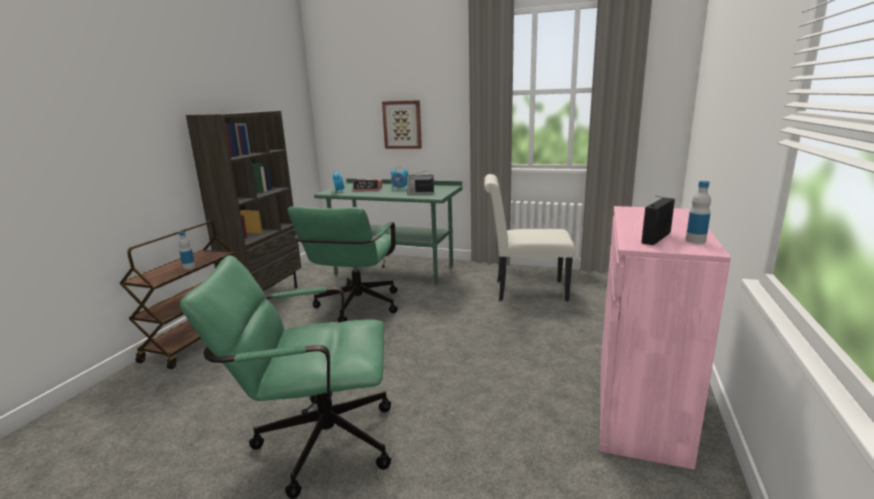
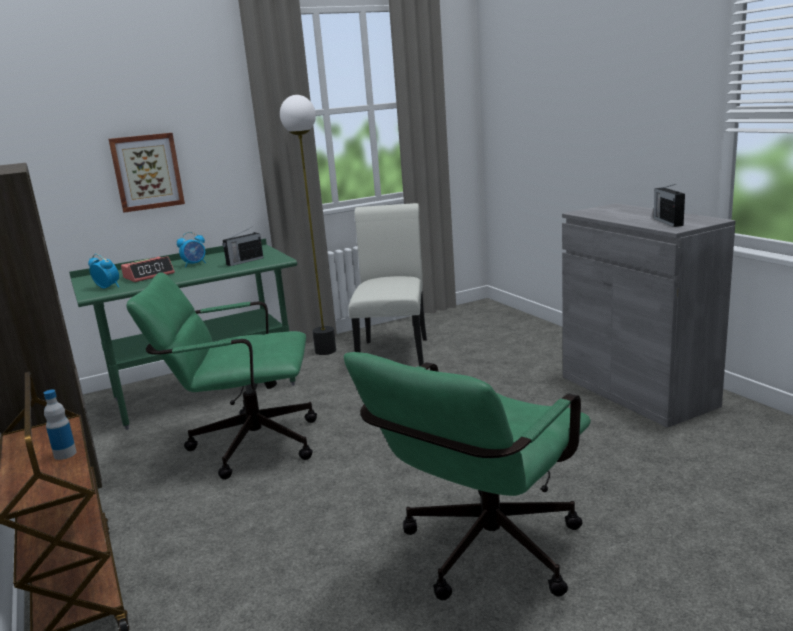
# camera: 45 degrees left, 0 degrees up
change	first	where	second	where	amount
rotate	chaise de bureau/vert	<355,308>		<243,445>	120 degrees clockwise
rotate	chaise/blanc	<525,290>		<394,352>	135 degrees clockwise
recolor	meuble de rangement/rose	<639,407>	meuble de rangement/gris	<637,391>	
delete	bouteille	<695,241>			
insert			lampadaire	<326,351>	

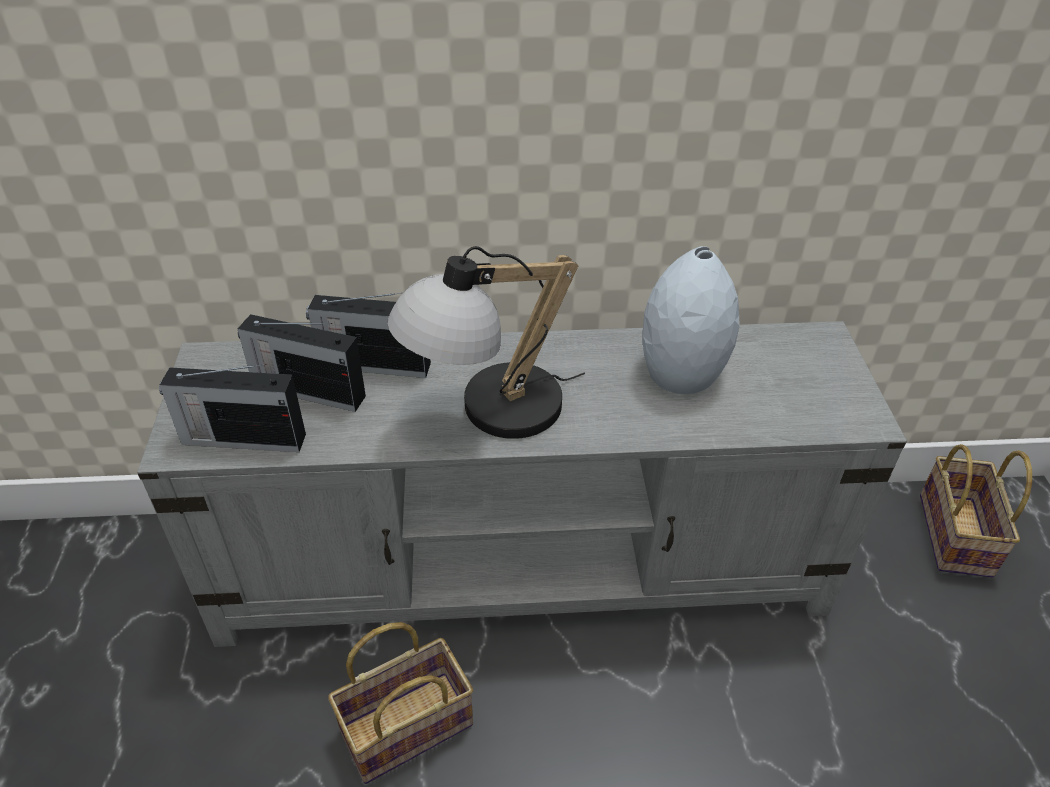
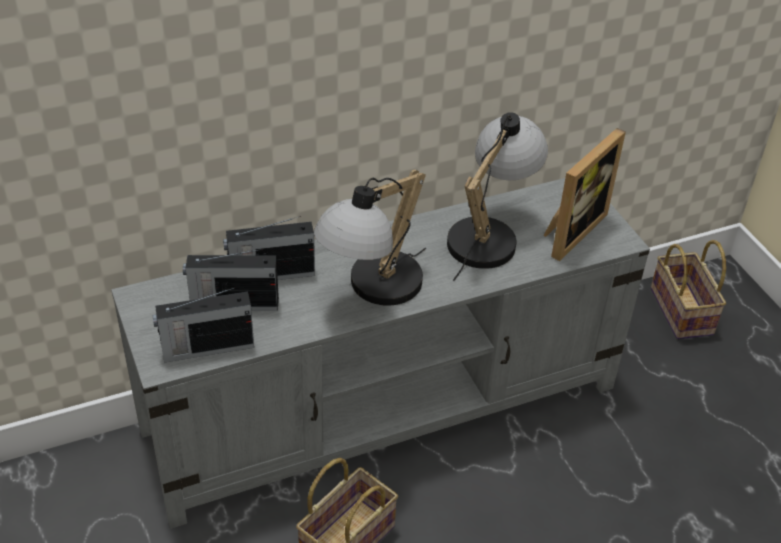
# camera: 20 degrees left, 0 degrees up
change	first	where	second	where	amount
replace	vase/gris	<679,373>	lampe de table	<489,234>	
insert			cadre photo	<570,230>	

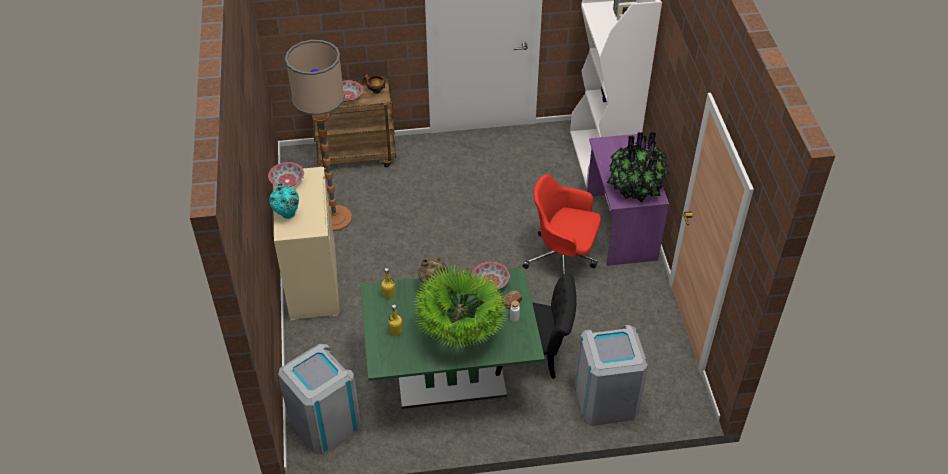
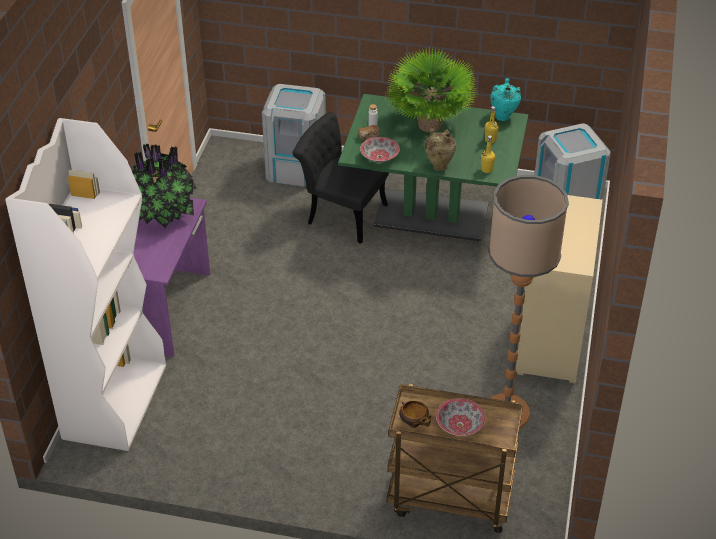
# camera: 160 degrees left, 5 degrees down
change	first	where	second	where	amount
delete	bol	<287,181>			
move	vase/turquoise	<287,215>		<503,116>	
delete	chaise de bureau/rouge	<563,259>			

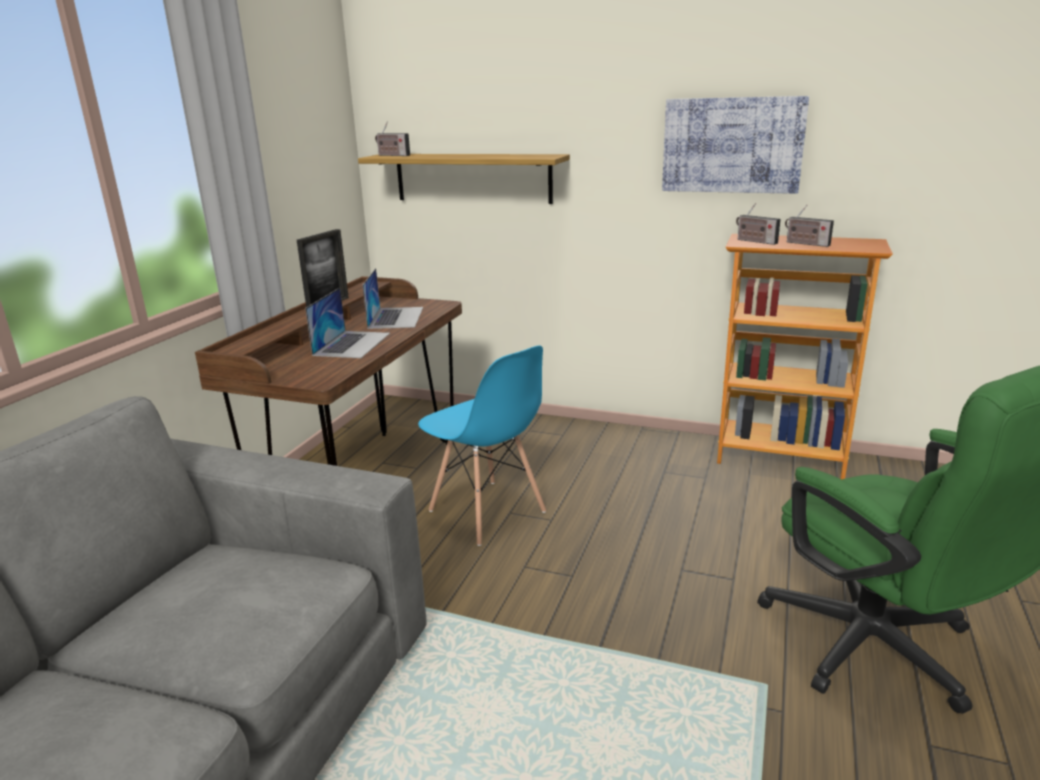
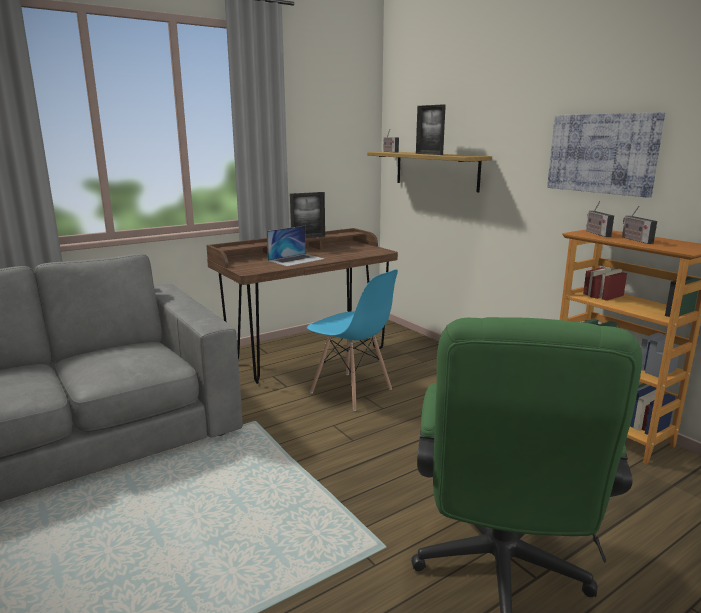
# camera: 35 degrees right, 5 degrees down
change	first	where	second	where	amount
delete	ordinateur portable	<396,317>			
rotate	chaise/bleu	<487,512>		<351,391>	45 degrees counterclockwise
insert			cadre photo	<429,154>	

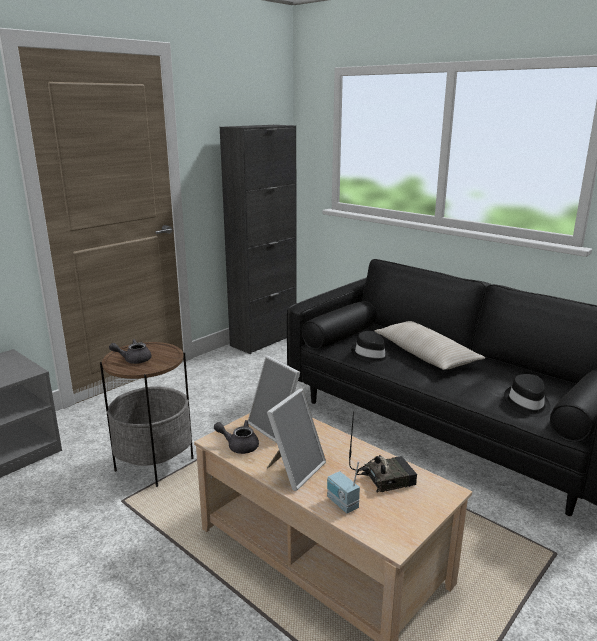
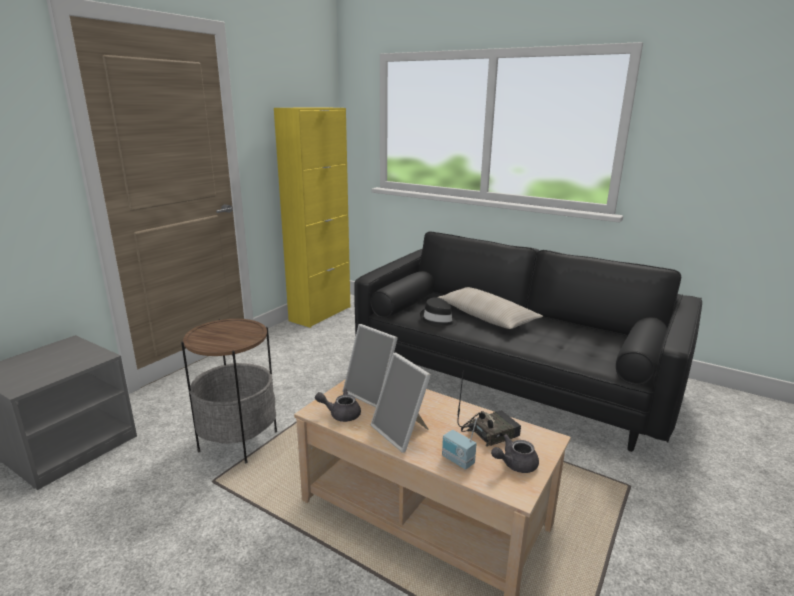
# camera: 10 degrees left, 0 degrees up
change	first	where	second	where	amount
move	théière/gris	<133,360>		<514,464>	
recolor	meuble de rangement/noir	<264,340>	meuble de rangement/jaune	<320,314>	
rotate	cadre photo	<294,470>		<402,432>	120 degrees clockwise
delete	chapeau/noir	<526,404>			

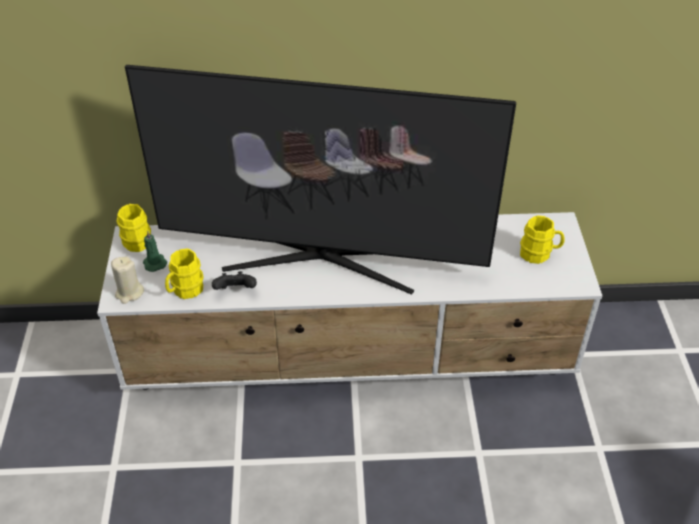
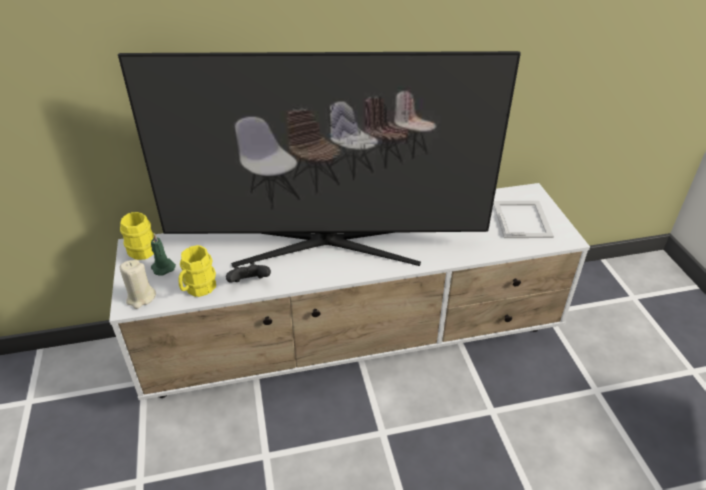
# camera: 10 degrees left, 5 degrees down
change	first	where	second	where	amount
replace	mug/jaune	<539,254>	cadre photo	<522,218>	

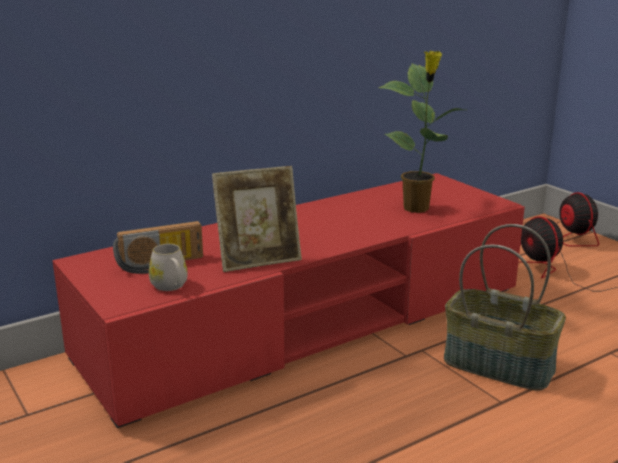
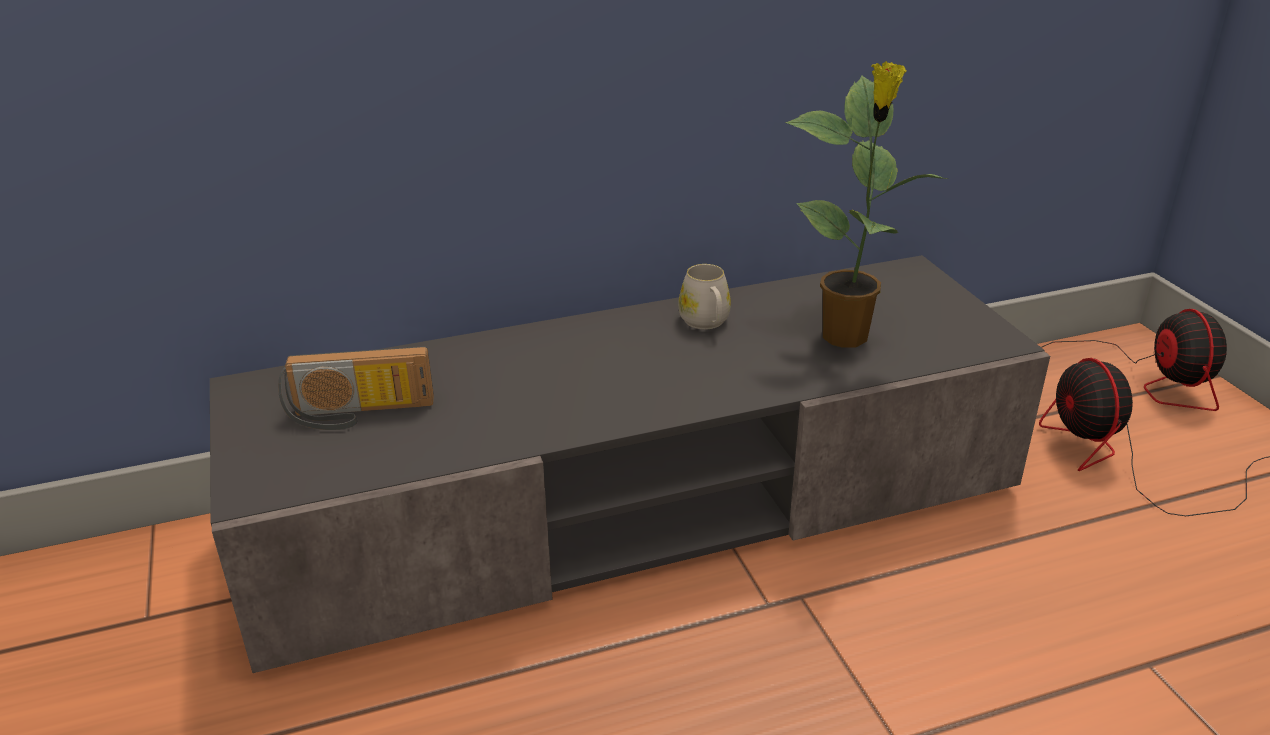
# camera: 15 degrees right, 10 degrees up
change	first	where	second	where	amount
recolor	meuble télé/rouge	<309,322>	meuble télé/gris	<636,505>	
move	mug/blanc	<171,286>		<706,323>	
delete	cadre photo	<259,260>			
delete	panier	<500,365>			

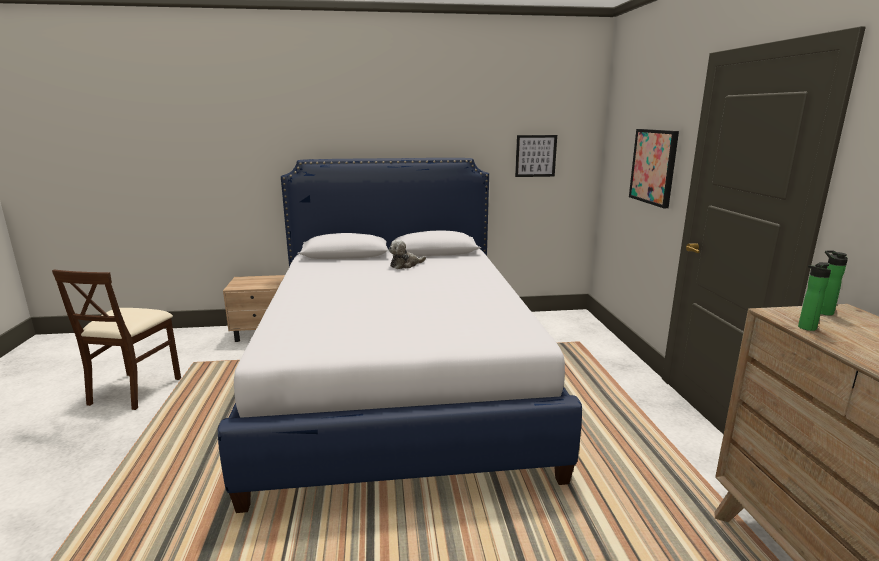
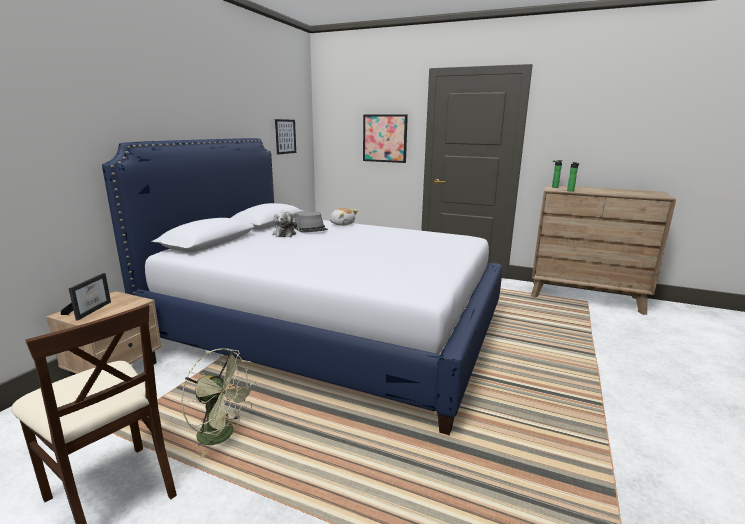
# camera: 60 degrees left, 0 degrees up
change	first	where	second	where	amount
insert			cadre photo	<90,310>	
insert			ventilateur/vert	<223,435>	
insert			chapeau/gris	<310,229>	
insert			peluche	<342,224>	

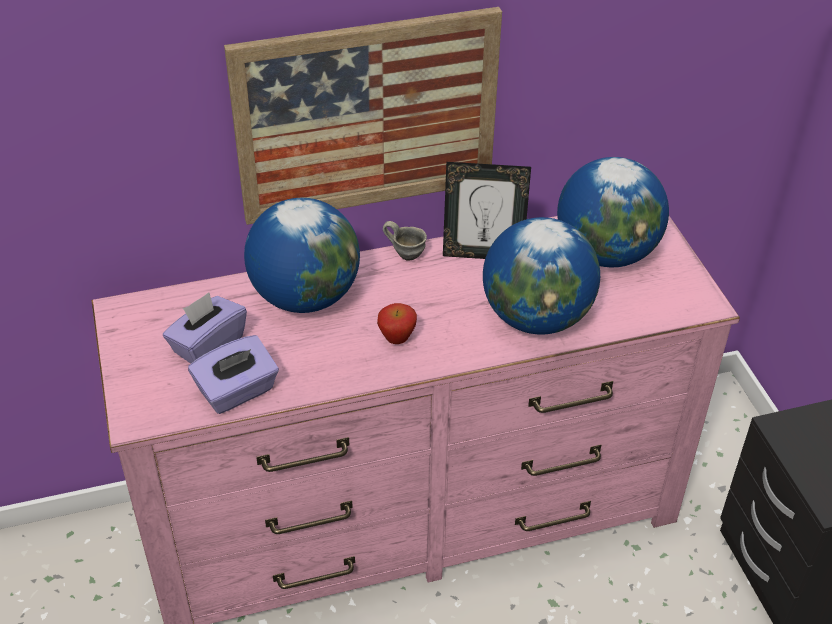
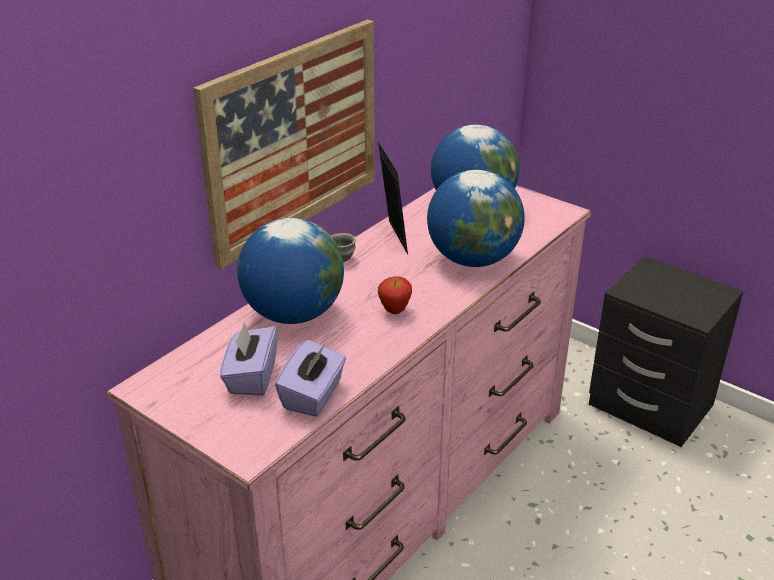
# camera: 35 degrees left, 10 degrees down
change	first	where	second	where	amount
rotate	cadre photo	<482,254>		<392,238>	75 degrees counterclockwise

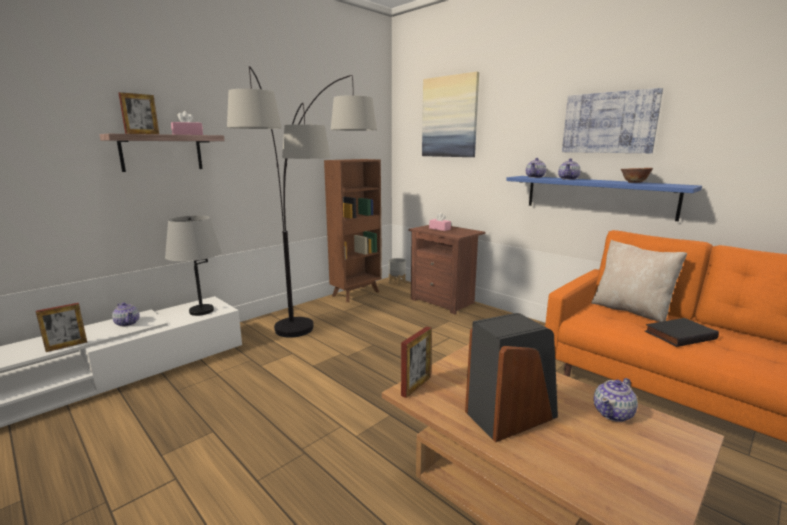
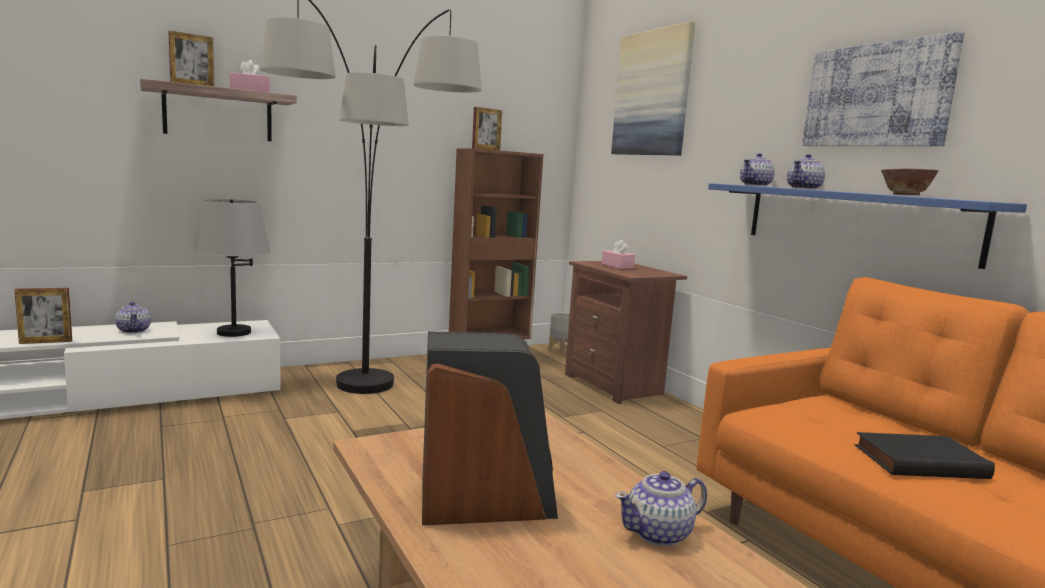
# camera: 15 degrees right, 5 degrees down
change	first	where	second	where	amount
move	cadre photo	<416,386>		<486,149>	
delete	coussin/beige	<631,311>			

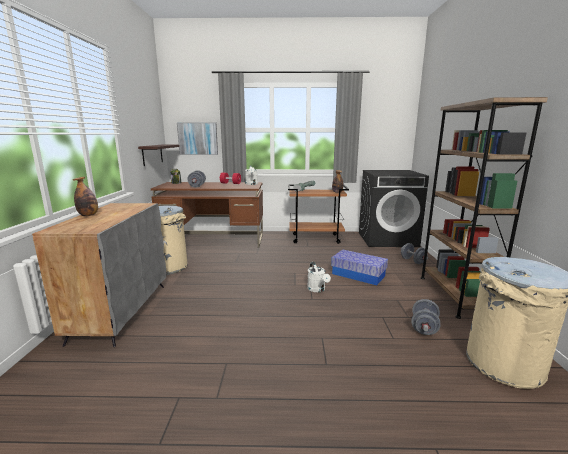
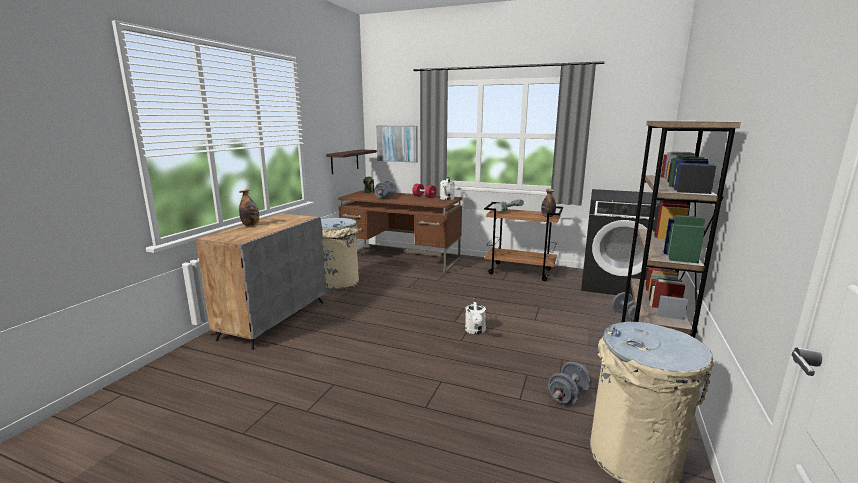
# camera: 20 degrees right, 0 degrees up
change	first	where	second	where	amount
delete	boîte de rangement	<358,275>			

